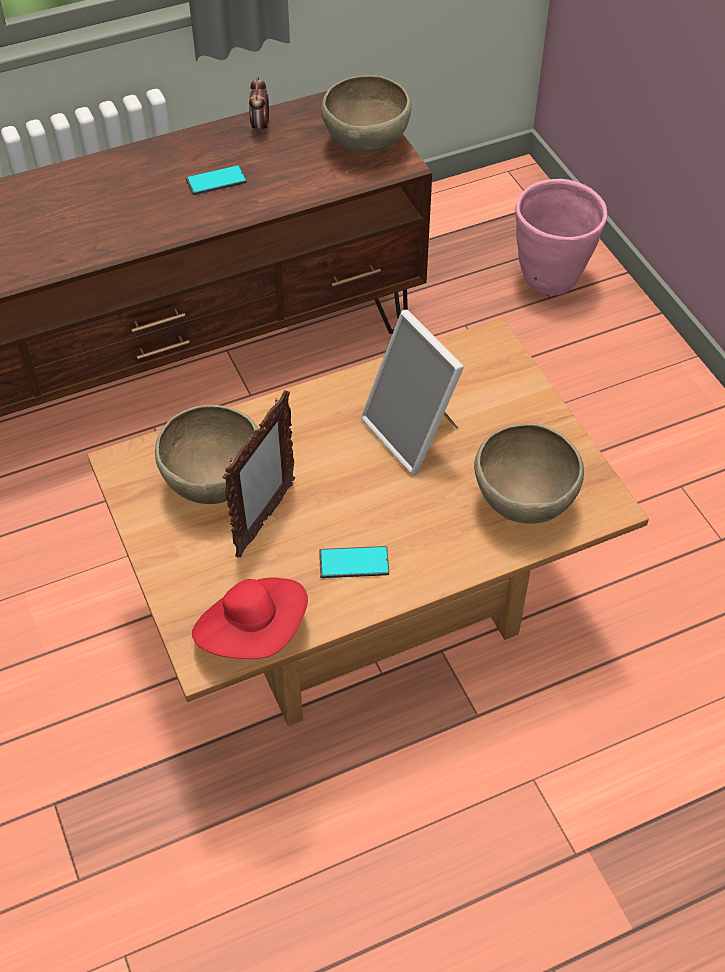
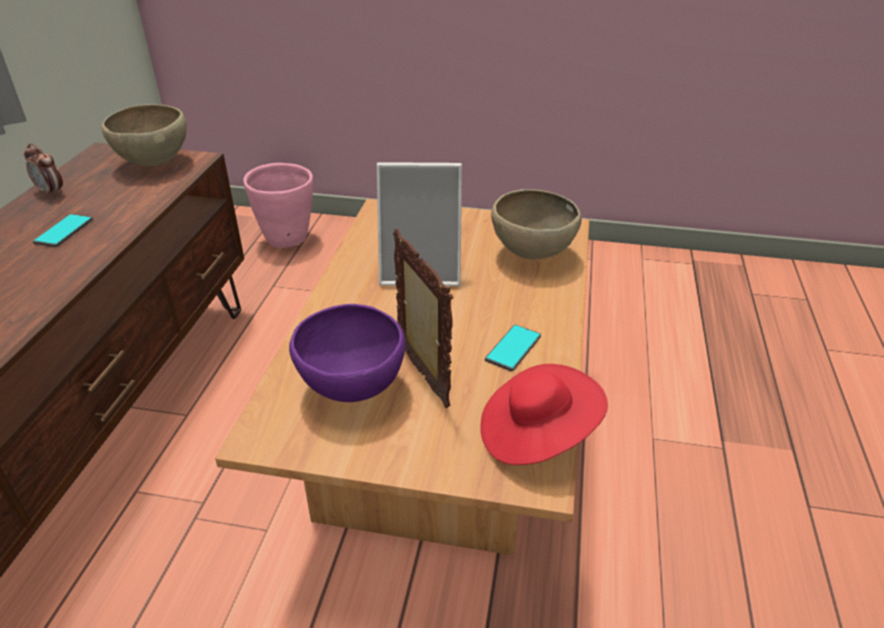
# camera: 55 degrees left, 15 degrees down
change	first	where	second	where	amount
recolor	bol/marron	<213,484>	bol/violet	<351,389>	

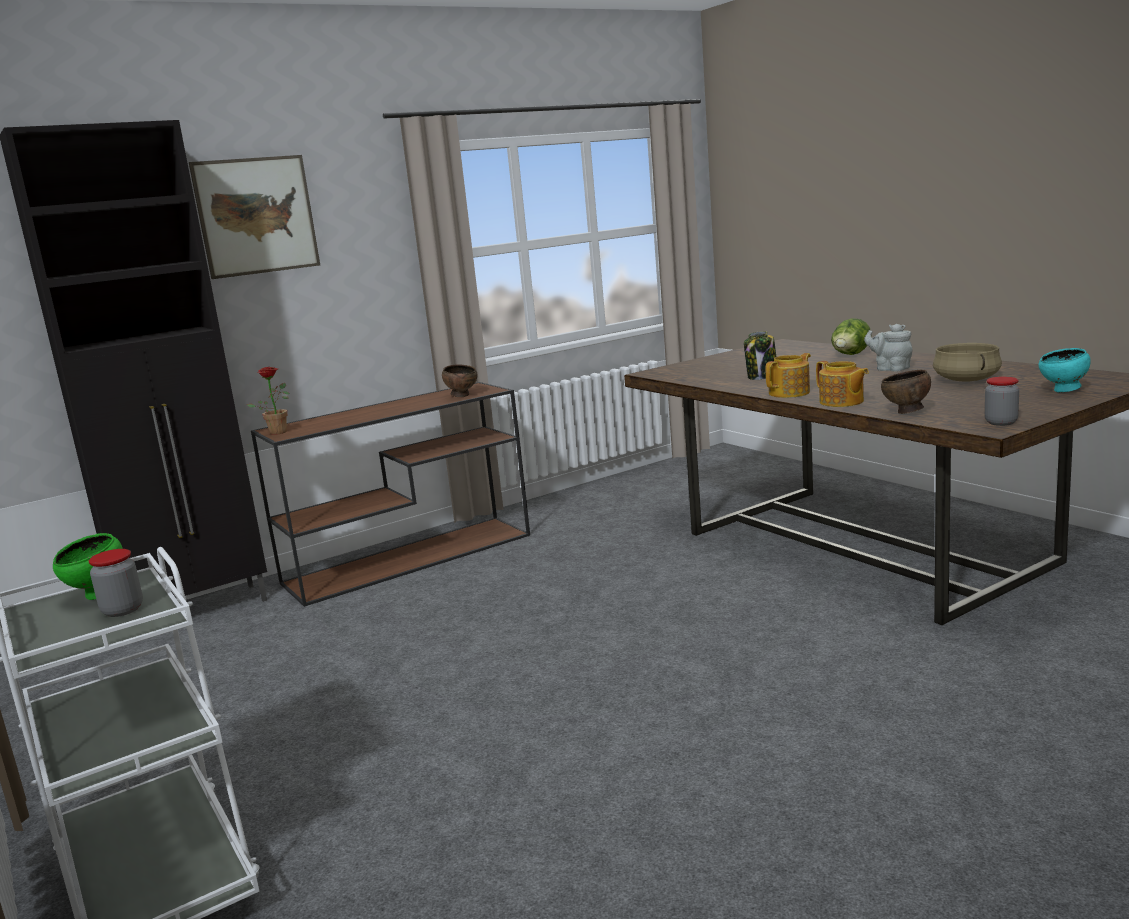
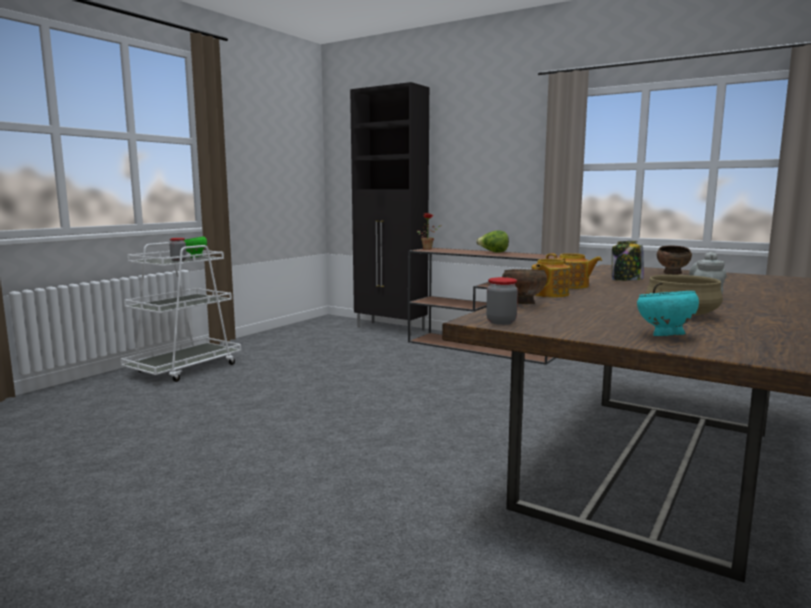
# camera: 65 degrees right, 5 degrees down
change	first	where	second	where	amount
delete	tableau	<256,216>			
move	bol/marron	<462,396>		<673,274>	
move	laitue	<850,355>		<493,252>	

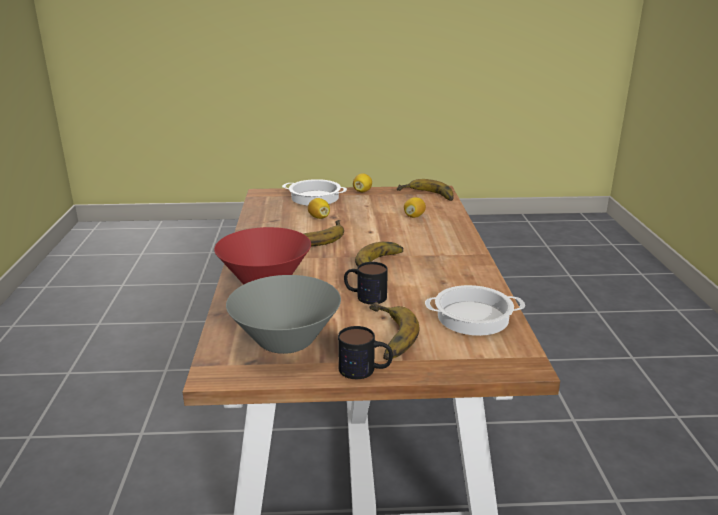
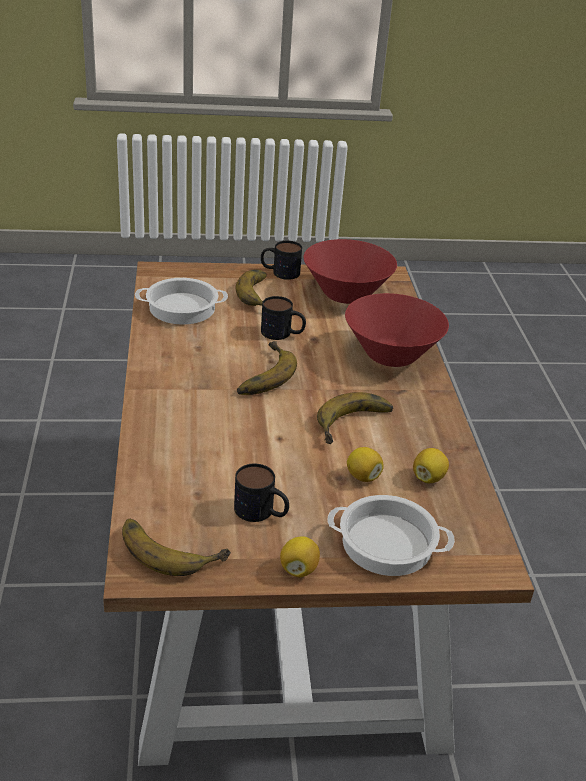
# camera: 175 degrees right, 10 degrees up
change	first	where	second	where	amount
recolor	bol/gris	<285,341>	bol/rouge	<346,294>	
move	citron	<414,216>		<428,477>	
insert			mug	<261,512>	

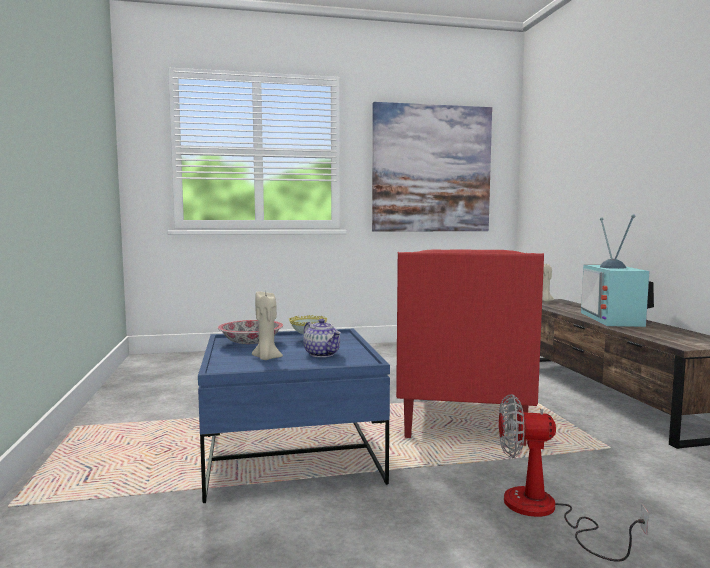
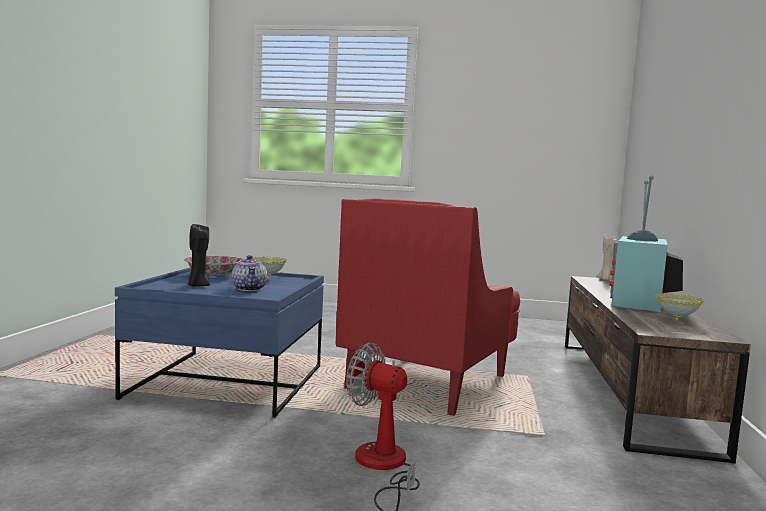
# camera: 20 degrees right, 0 degrees up
change	first	where	second	where	amount
recolor	bougie/beige	<266,358>	bougie/noir	<198,286>	
delete	tableau	<431,169>			
insert			bol	<676,320>	

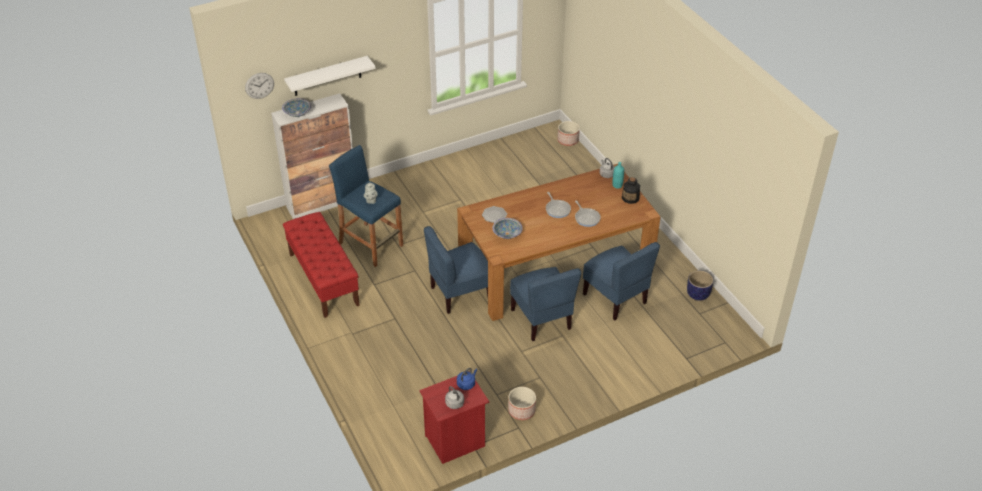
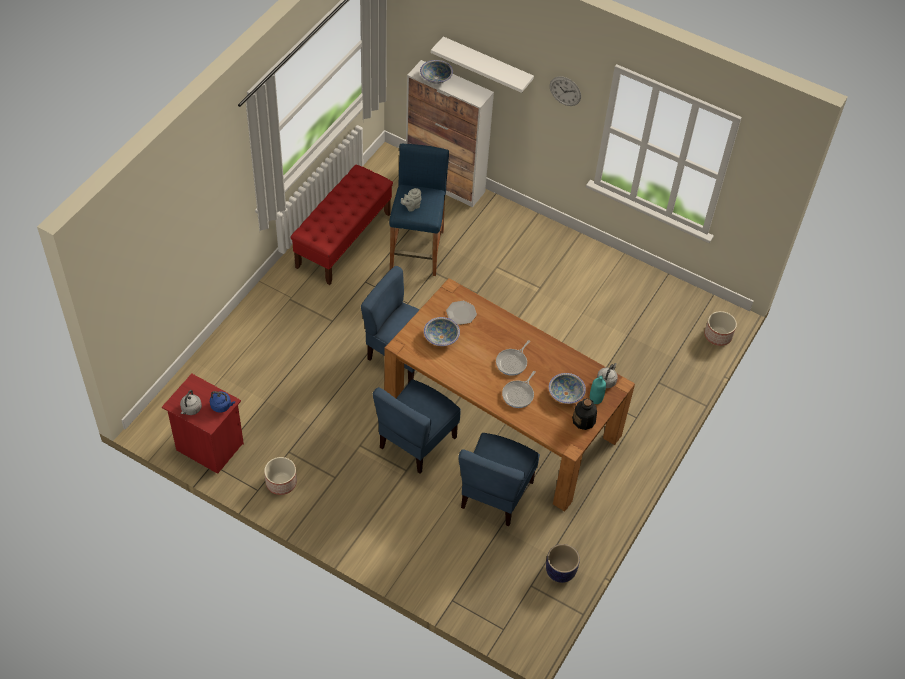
# camera: 55 degrees right, 10 degrees up
change	first	where	second	where	amount
move	horloge murale	<259,85>		<565,91>	
insert			bol	<566,393>	

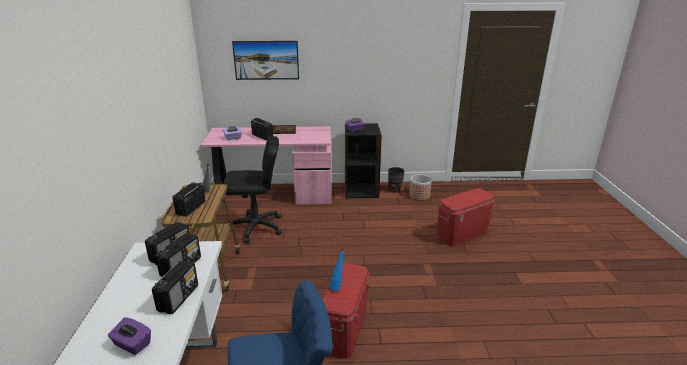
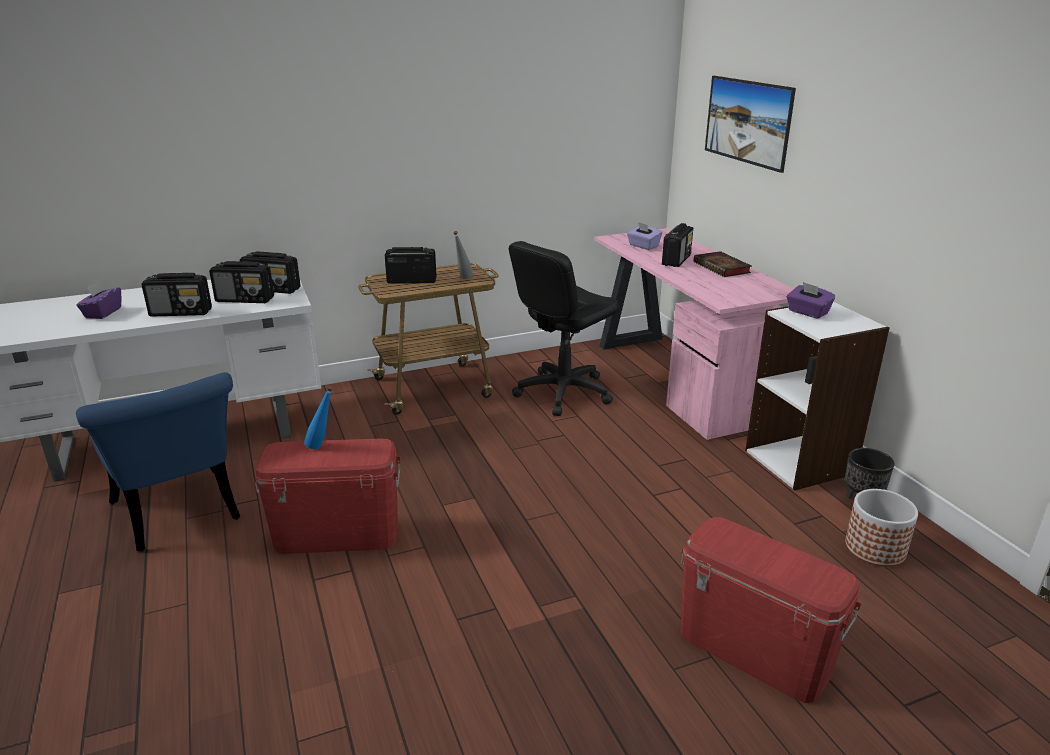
# camera: 70 degrees right, 0 degrees up
change	first	where	second	where	amount
rotate	chaise de bureau/noir	<256,227>		<563,392>	75 degrees clockwise
recolor	bibliothèque/noir	<361,190>	bibliothèque/blanc	<800,462>	

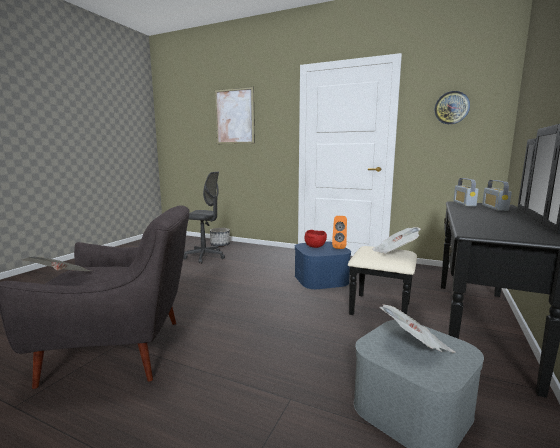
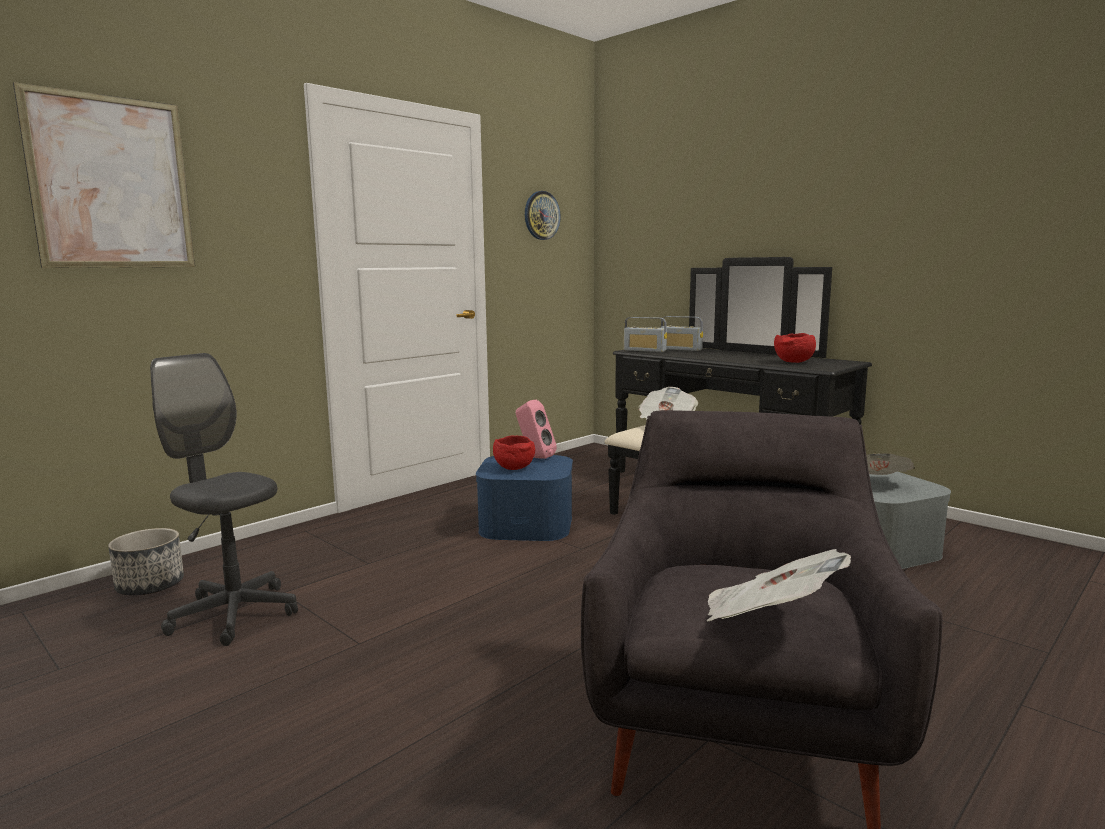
# camera: 70 degrees left, 0 degrees up
change	first	where	second	where	amount
rotate	chaise de bureau/gris	<205,257>		<234,615>	90 degrees counterclockwise
recolor	enceinte/orange	<339,247>	enceinte/rose	<534,457>	
insert			bol/rouge	<793,362>	

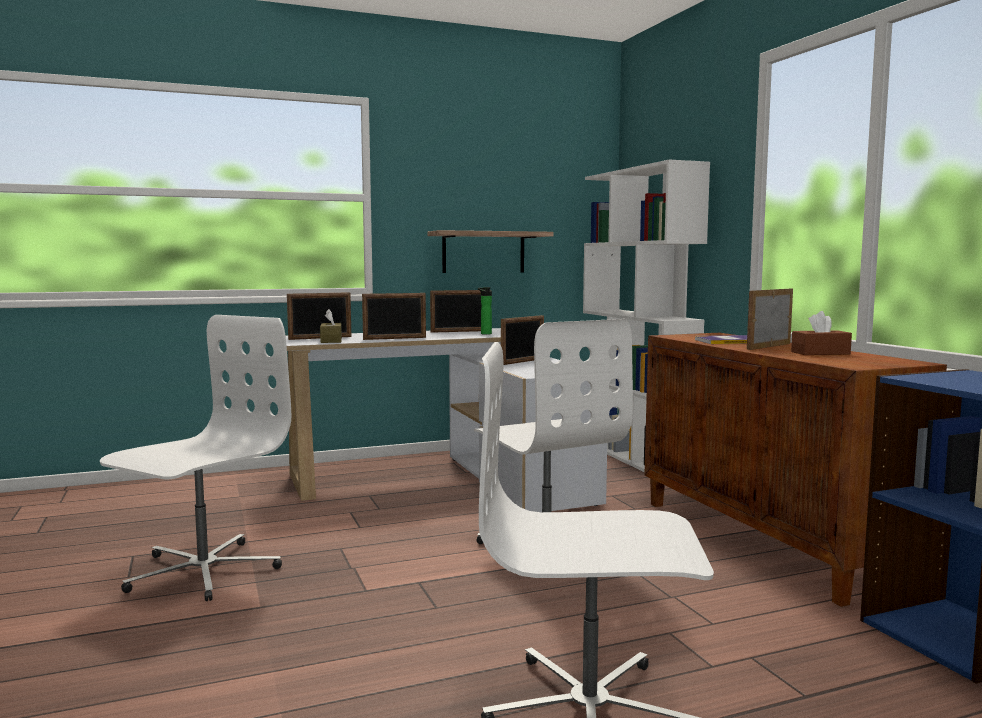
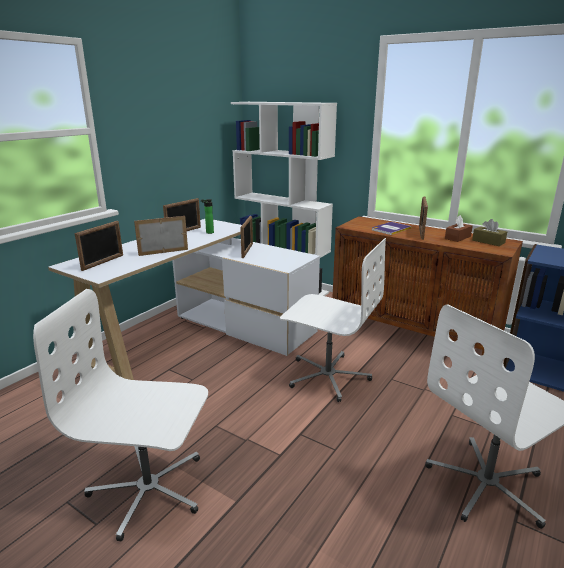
# camera: 35 degrees left, 15 degrees up
change	first	where	second	where	amount
rotate	chaise de bureau/blanc	<202,571>		<148,490>	75 degrees counterclockwise
move	boîte à mouchoirs/marron	<331,340>		<488,241>	
rotate	cadre photo	<395,338>		<163,252>	150 degrees counterclockwise
delete	étagère	<483,252>			

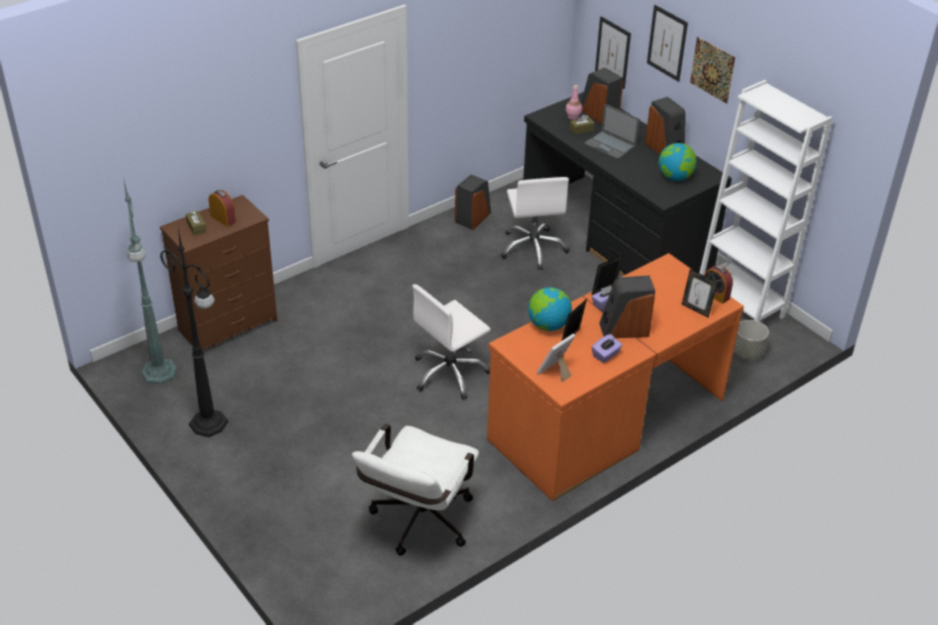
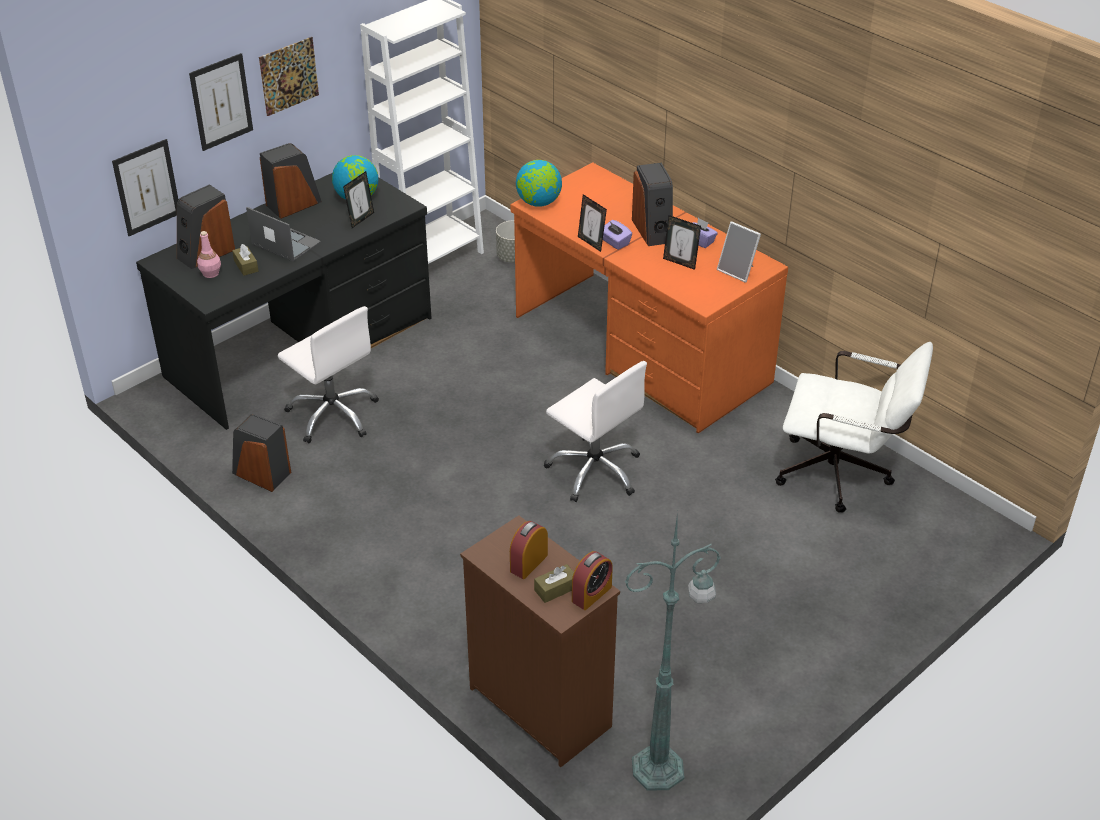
# camera: 95 degrees left, 0 degrees up
change	first	where	second	where	amount
delete	lampadaire/noir	<210,424>			
rotate	chaise de bureau/blanc	<533,248>		<333,414>	60 degrees clockwise
move	globe	<548,325>		<538,203>	
rotate	ordinateur portable	<610,145>		<285,243>	90 degrees counterclockwise
move	cadre photo	<696,309>		<360,219>	
move	réveil	<715,294>		<591,594>	

